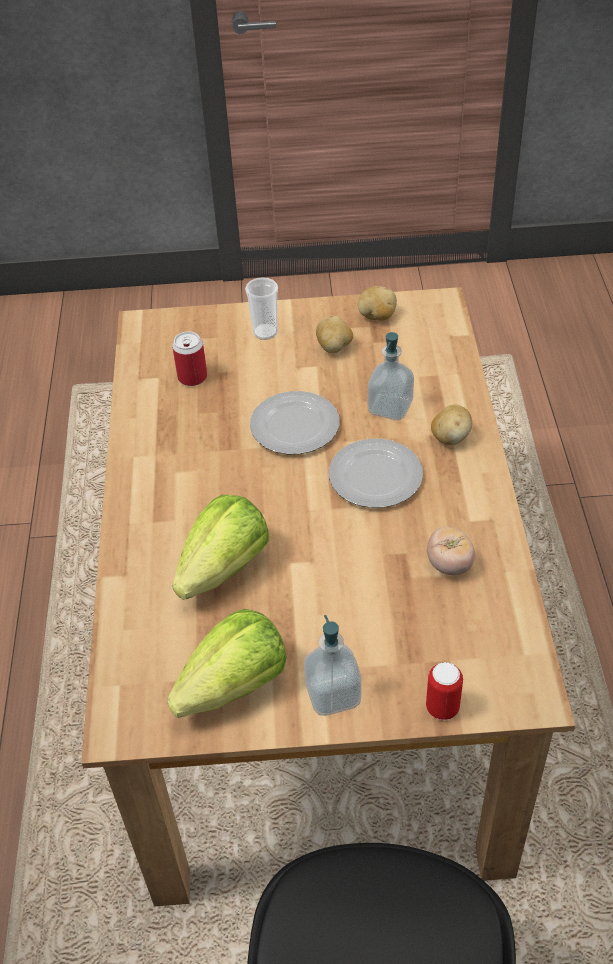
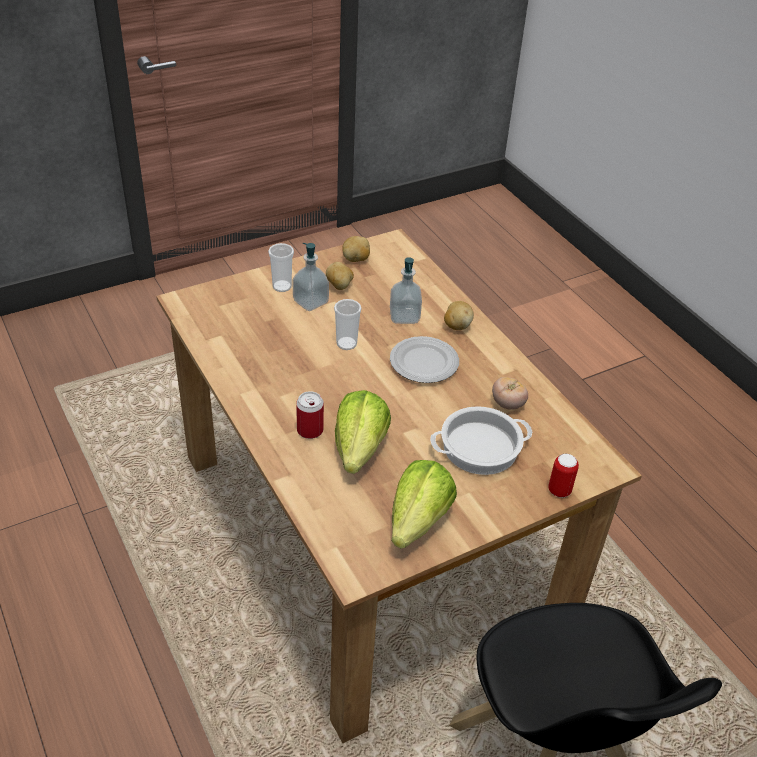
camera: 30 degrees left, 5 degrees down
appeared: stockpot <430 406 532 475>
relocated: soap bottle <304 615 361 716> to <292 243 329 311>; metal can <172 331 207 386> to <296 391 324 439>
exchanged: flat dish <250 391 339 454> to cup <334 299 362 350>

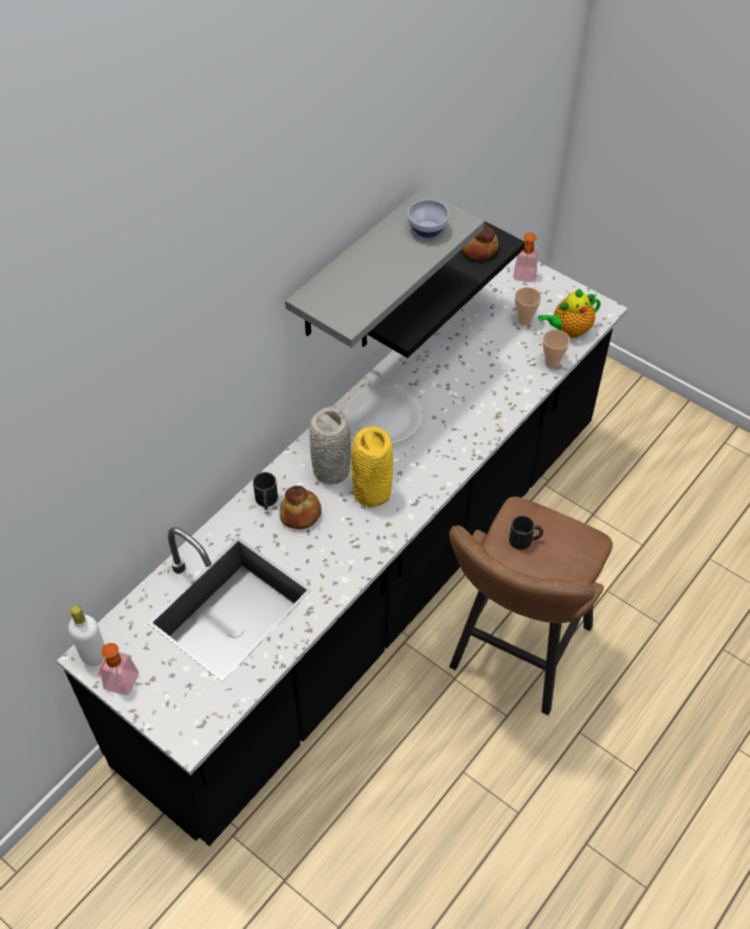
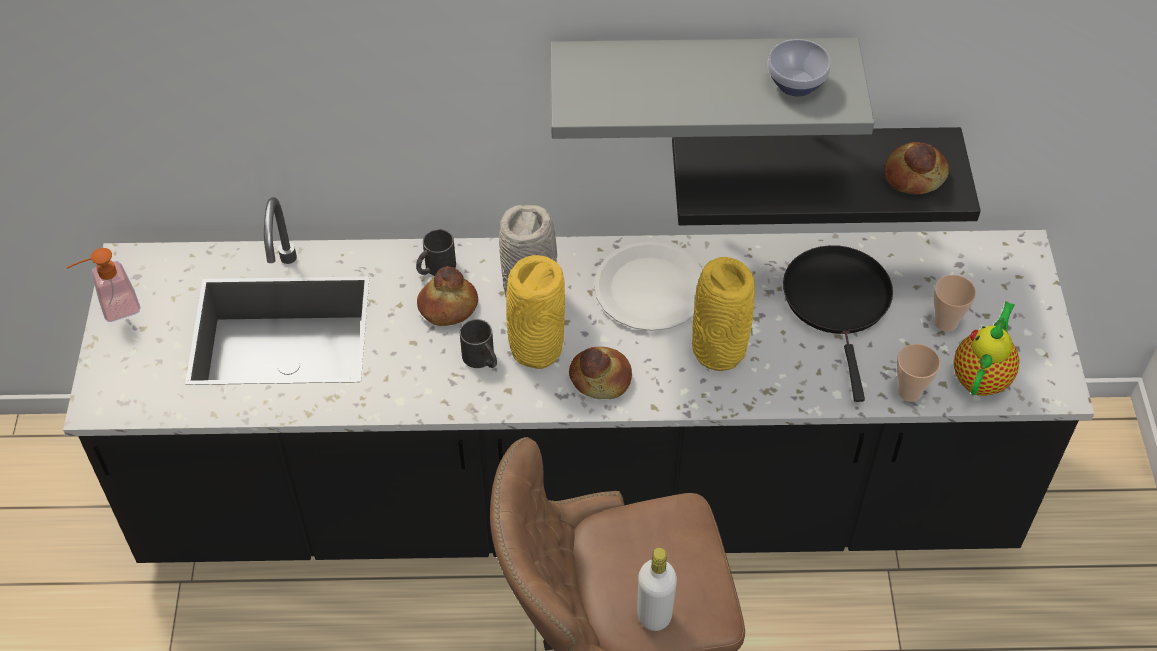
camera: 50 degrees right, 0 degrees up
missing: soap bottle <513 233 538 282>
appeared: baked bread <569 347 632 399>; vase (yellow-coloured) <692 257 755 371>; frying pan (blackish) <783 245 893 402>
relocated: tea mug (blackish) <509 515 543 550> to <460 319 497 368>; drink bottle (whitish) <68 605 105 666> to <637 547 677 631>
spun: tea pot <538 289 601 338> = <953 301 1020 396> 90 degrees clockwise

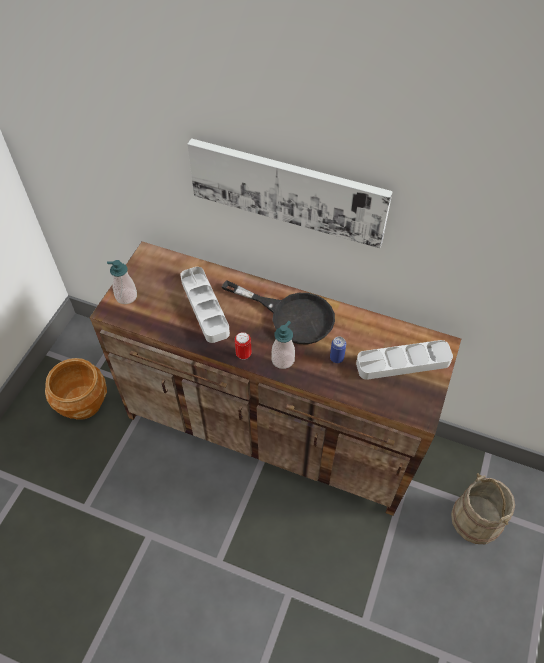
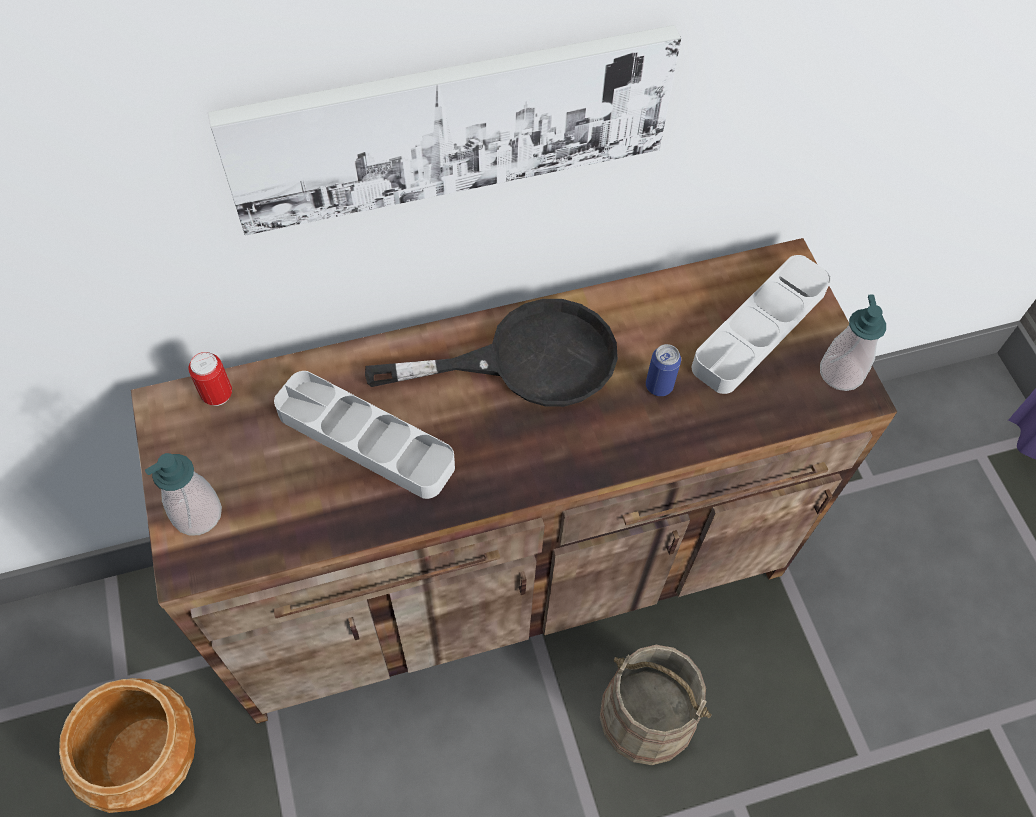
camera: 40 degrees left, 5 degrees up
relocated: metal can <235 332 252 360> to <188 352 232 406>; pail (sand-coloured) <451 473 515 544> to <600 645 712 765>; soap bottle <271 321 295 369> to <820 294 886 391>

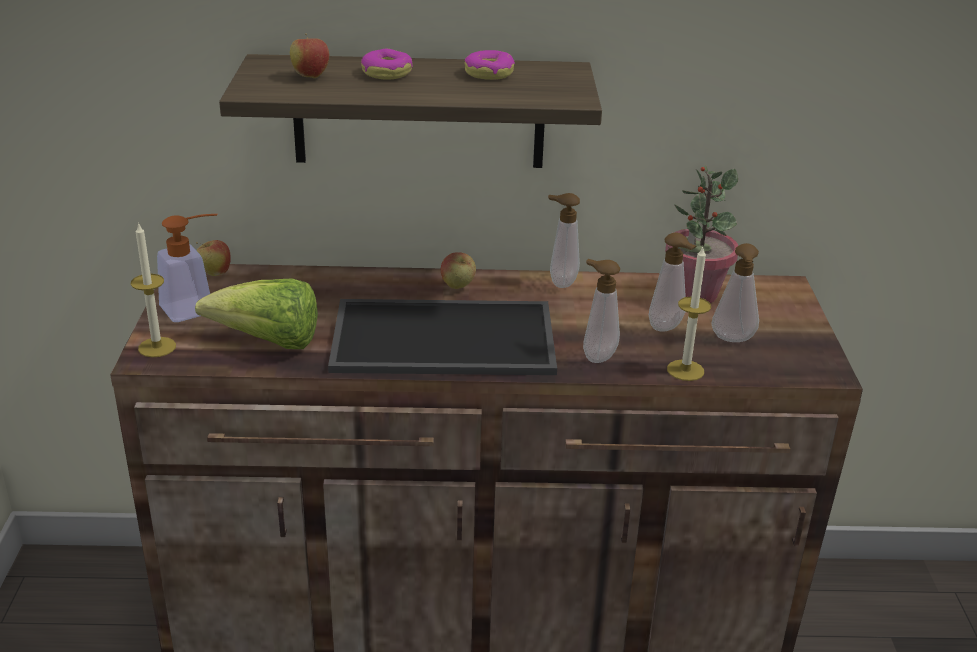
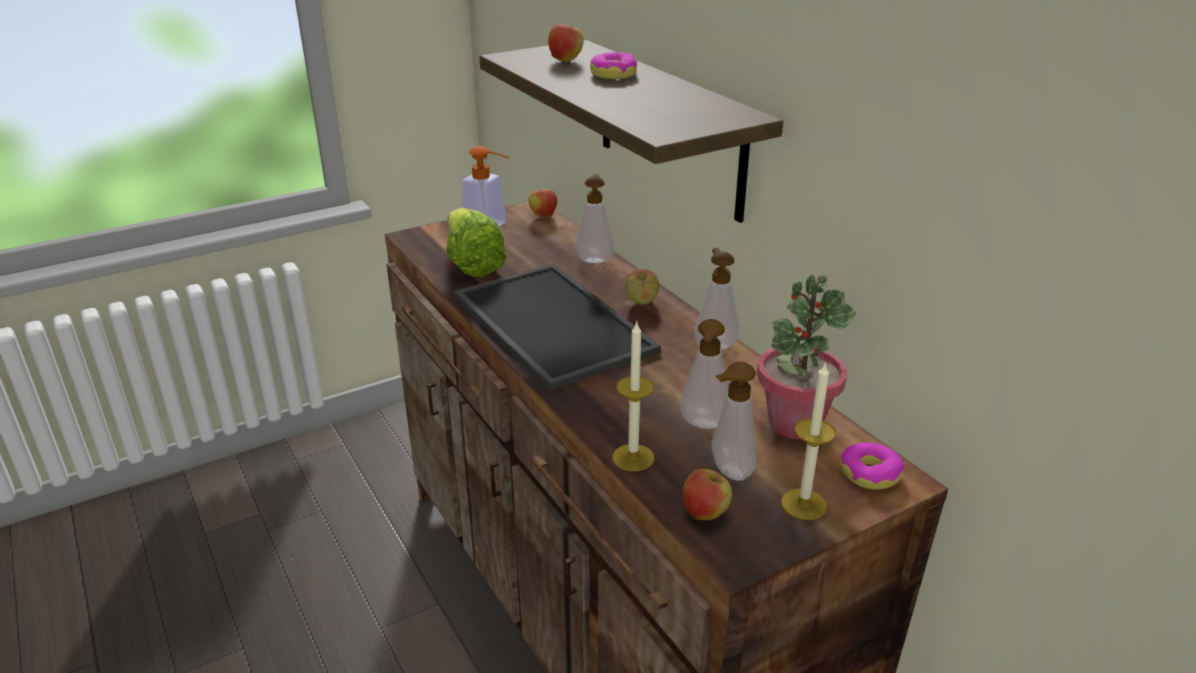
camera: 60 degrees right, 0 degrees up
appeared: whole apple <683 469 732 520>
relocated: soap bottle <583 259 620 363> to <575 174 614 263>; wax light <131 222 176 357> to <781 361 836 520>; donut <465 50 515 80> to <840 443 904 490>

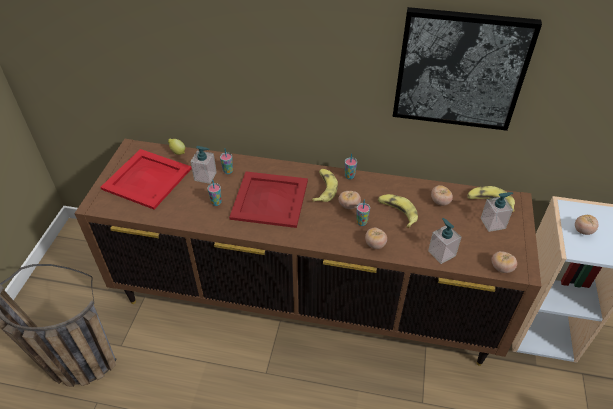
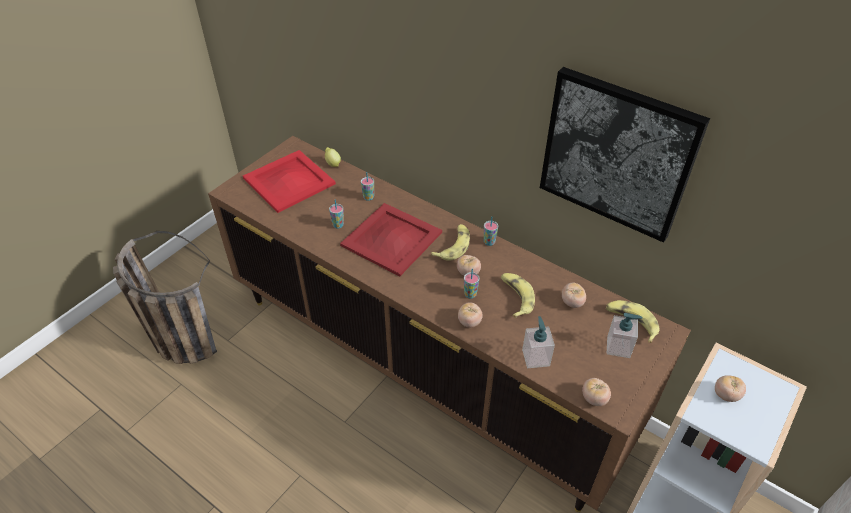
camera: 25 degrees right, 0 degrees up
missing: soap bottle <190 146 217 184>

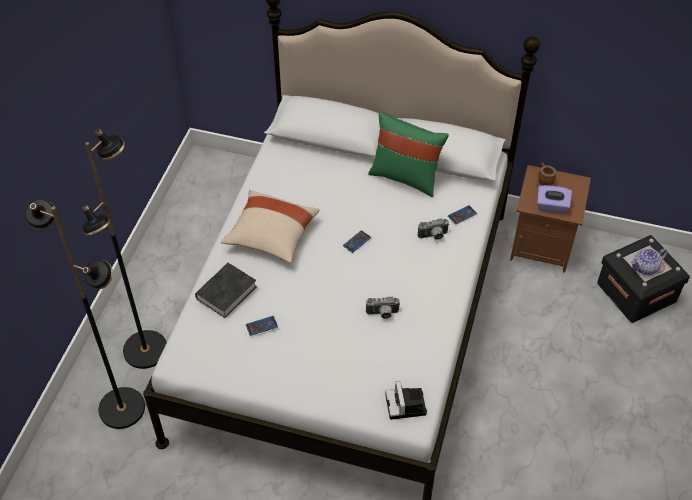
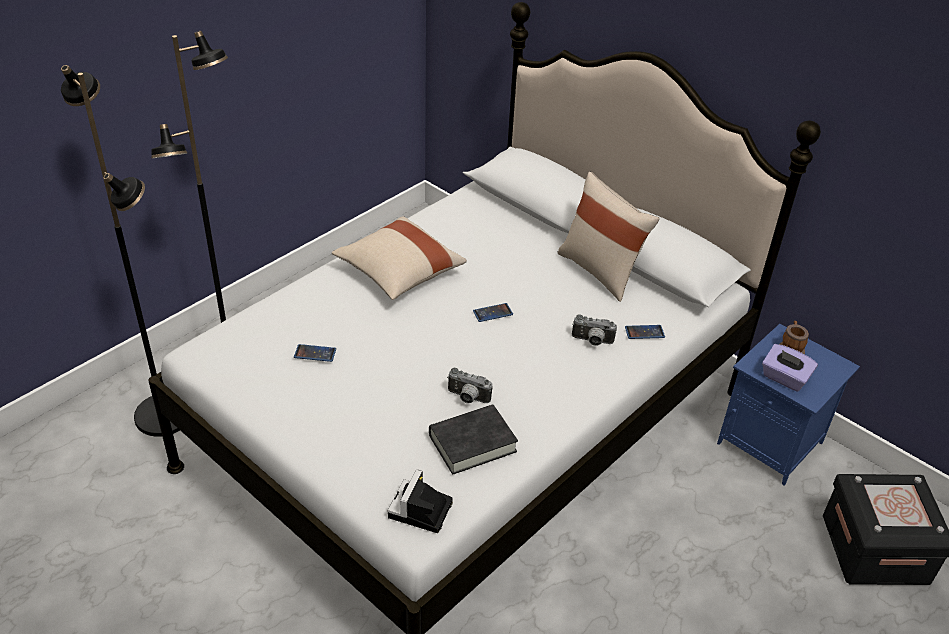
camera: 25 degrees right, 10 degrees down
missing: tea pot <631 248 668 275>
relocated: book (blackish) <195 263 257 318> to <429 405 518 475>
colour: throw pillow (green) <368 111 449 197> to throw pillow (sand-coloured) <557 172 660 302>; night table (brown) <510 165 591 273> to night table (bluish) <717 324 860 486>

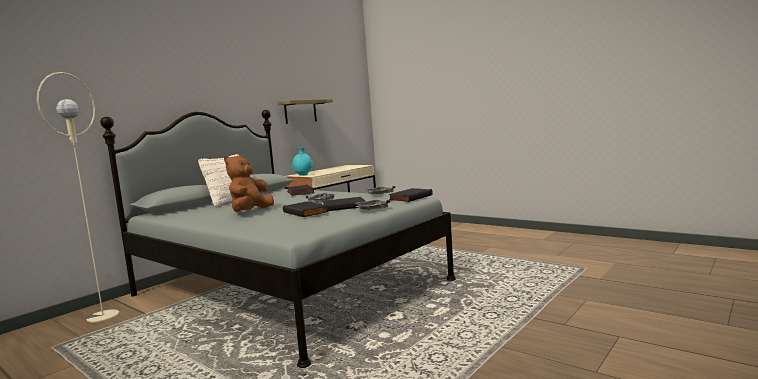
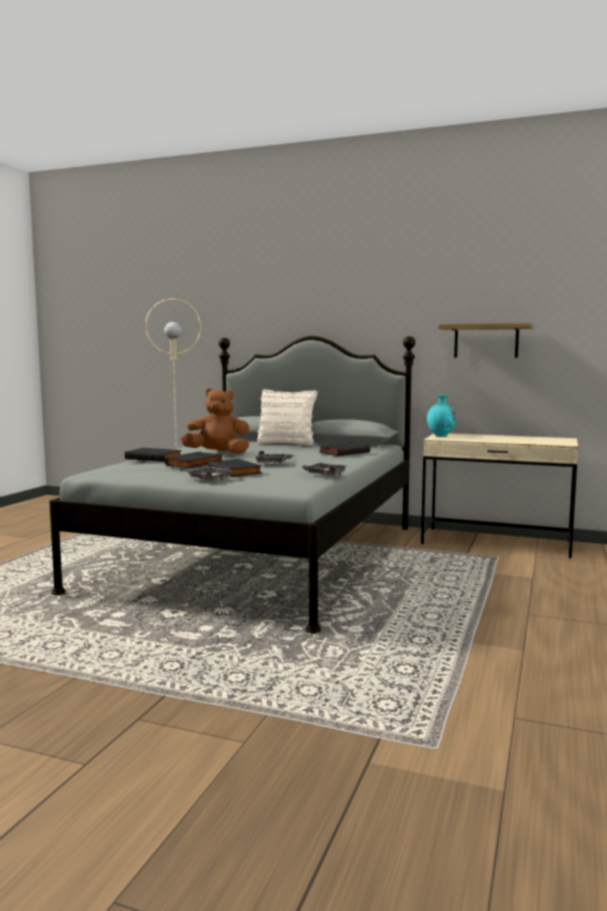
camera: 70 degrees right, 0 degrees up
relocated: book (blackish) <389 188 433 202> to <125 448 182 462>

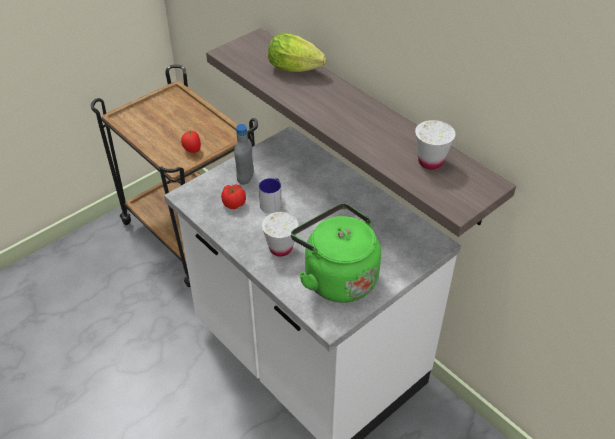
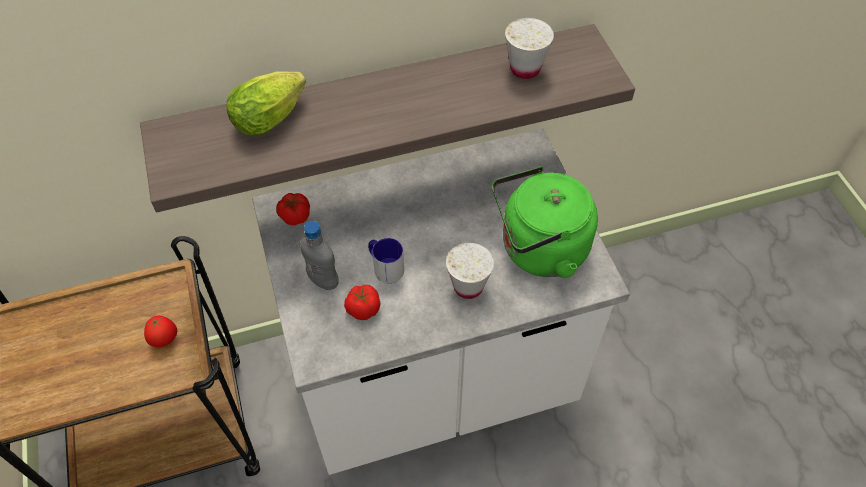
camera: 65 degrees left, 10 degrees up
appeared: fresh tomato <276 193 310 225>

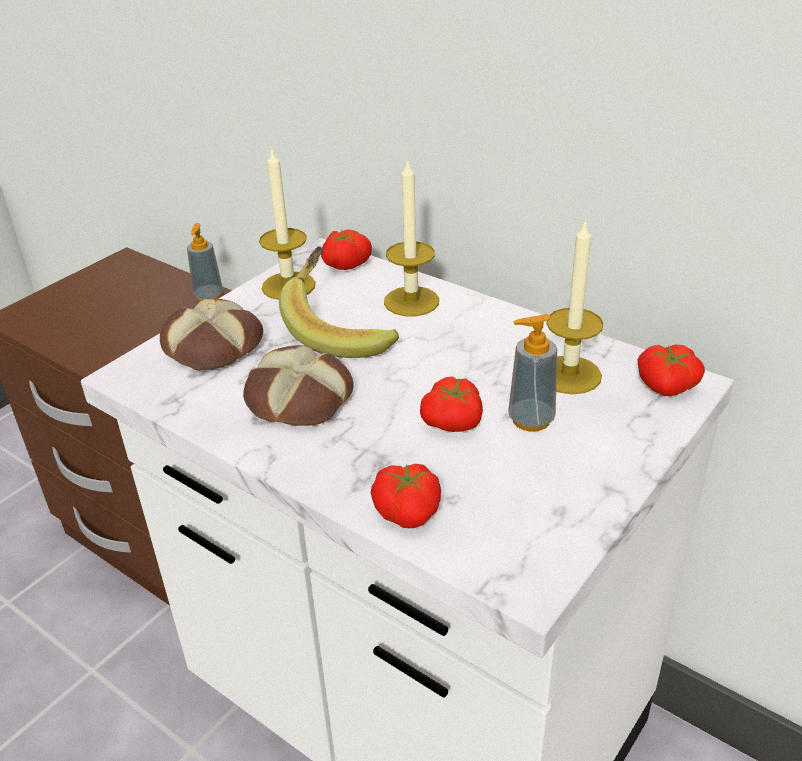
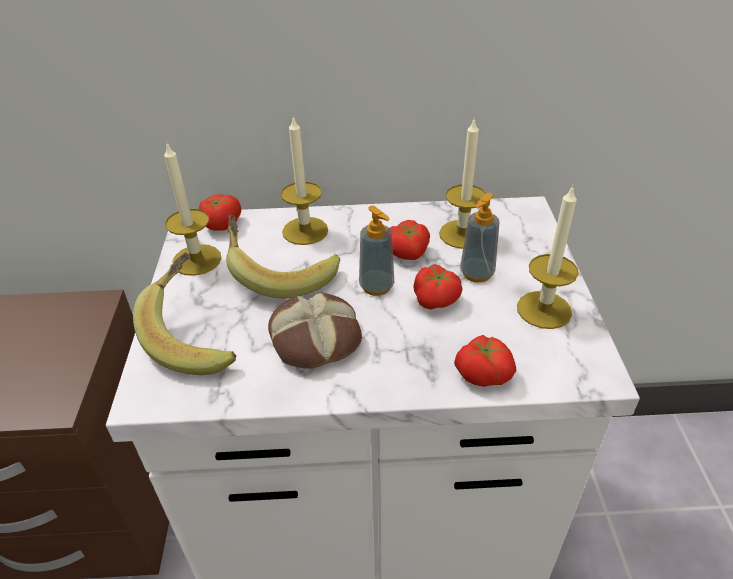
camera: 40 degrees left, 5 degrees up
appeared: wax light <517 185 579 329>
relocated: soap bottle <187 223 223 301> to <359 205 394 296>; fresh tomato <638 345 705 396> to <390 220 430 260>
exchanged: baked bread <160 298 263 371> to whole banana <133 253 236 375>

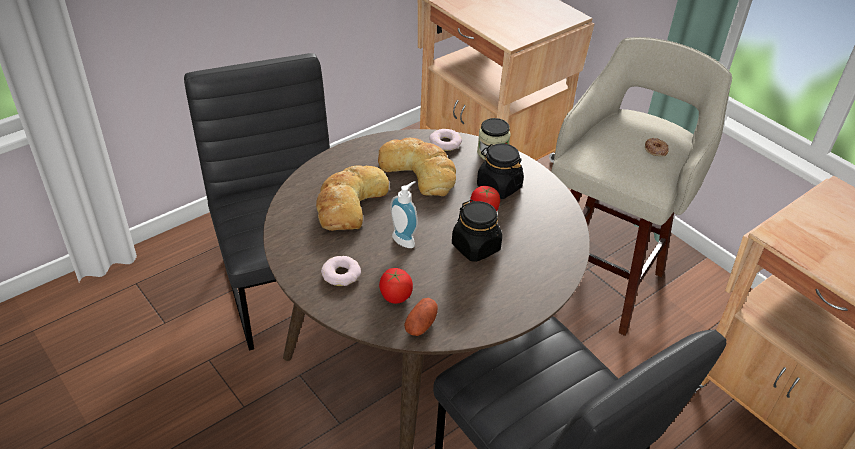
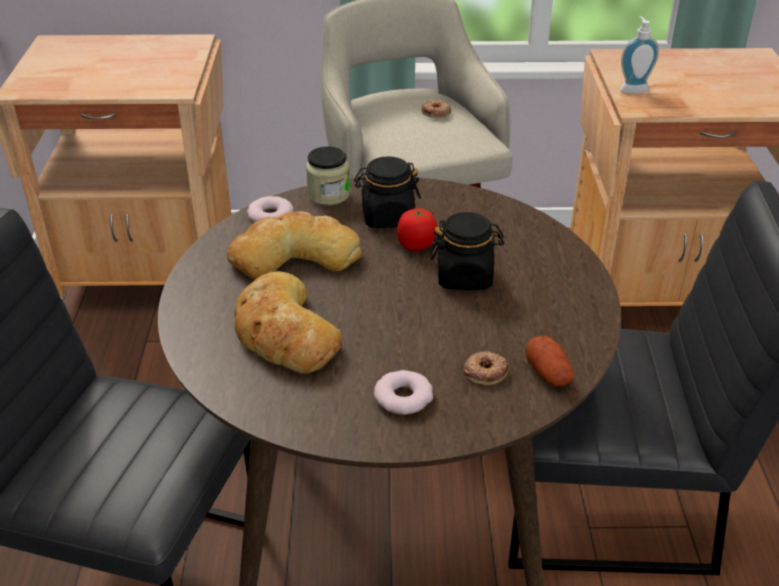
camera: 50 degrees left, 5 degrees down
relocated: soap bottle <390 181 418 248> to <620 16 659 94>
exchanged: fresh tomato <379 268 413 304> to donut <463 351 508 385>

